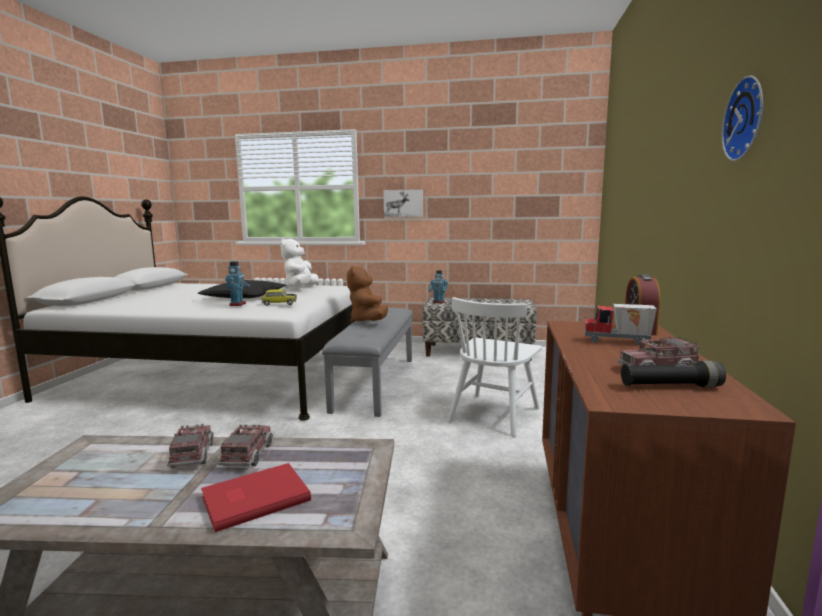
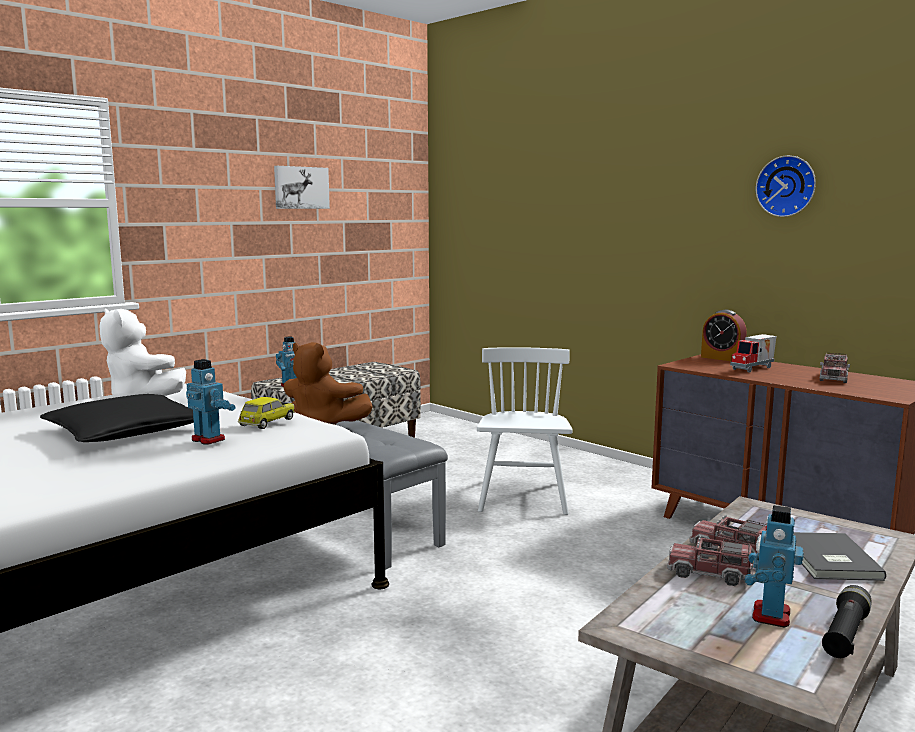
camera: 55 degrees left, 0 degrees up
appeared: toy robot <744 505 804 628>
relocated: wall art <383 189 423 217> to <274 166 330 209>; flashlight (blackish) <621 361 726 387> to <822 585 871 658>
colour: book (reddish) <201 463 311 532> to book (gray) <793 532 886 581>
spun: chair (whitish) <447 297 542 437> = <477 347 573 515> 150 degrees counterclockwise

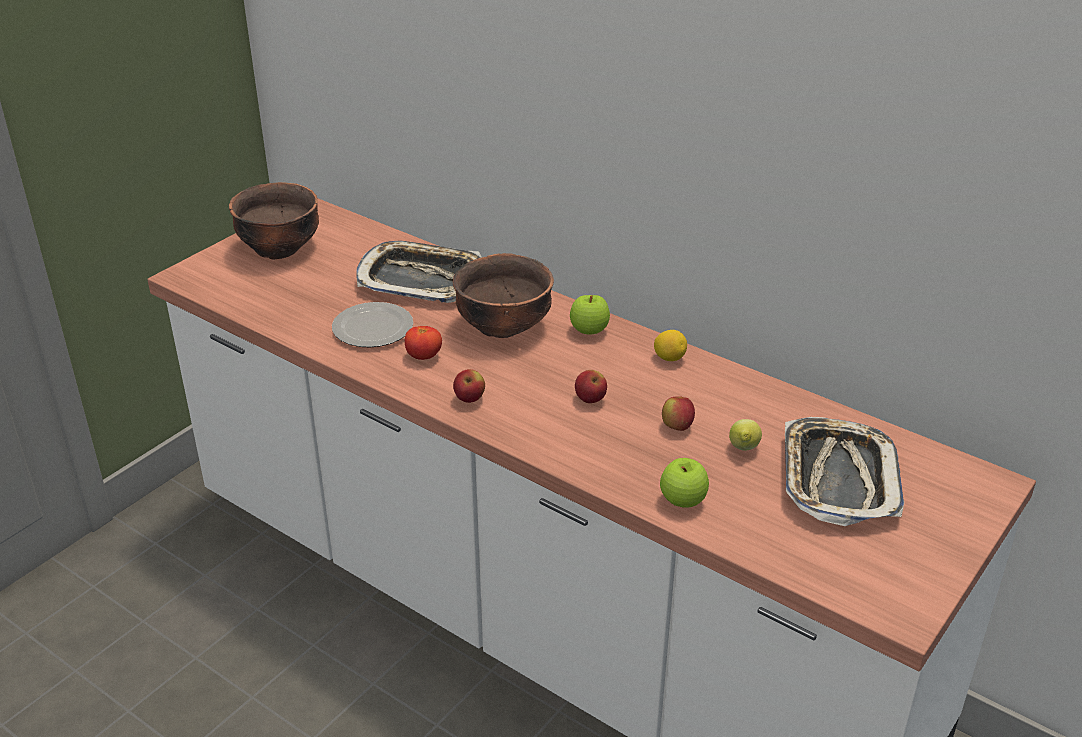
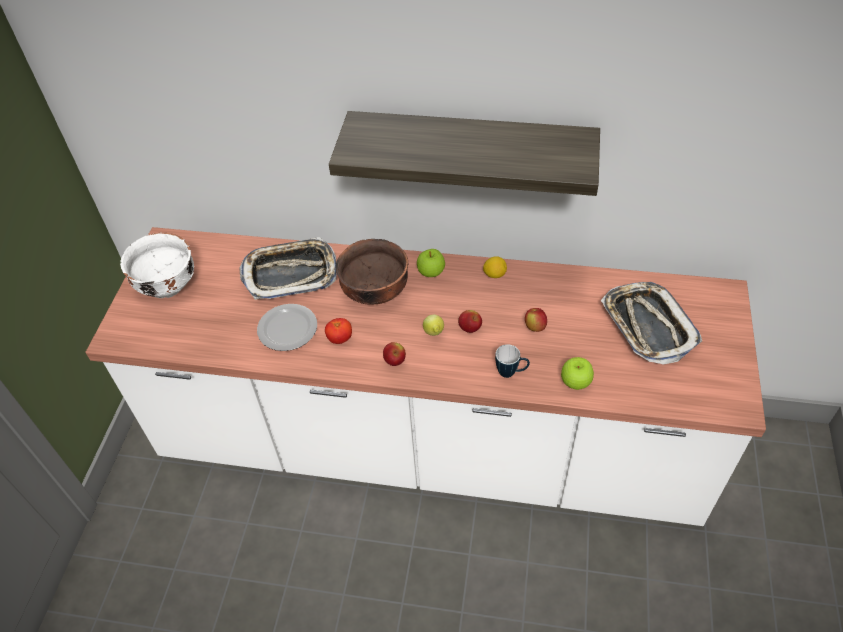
camera: 25 degrees left, 15 degrees up
appeared: shelf <329 111 600 196>; tea mug <495 344 530 378>
relocated: citrus fruit <729 419 762 451> to <423 314 444 336>
colour: bowl (brown) <229 182 319 260> to bowl (whitish) <120 233 194 298>

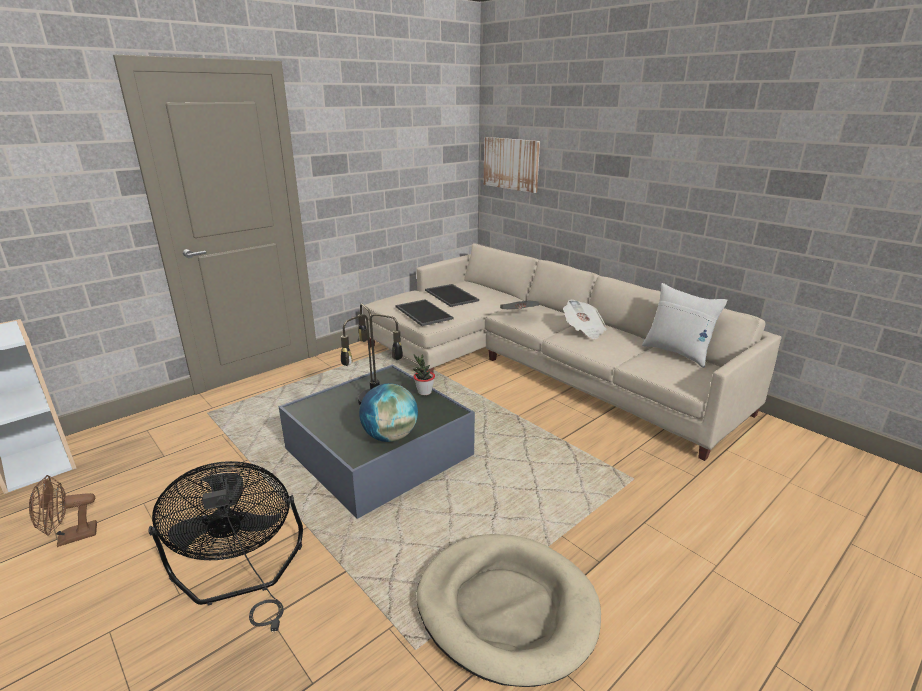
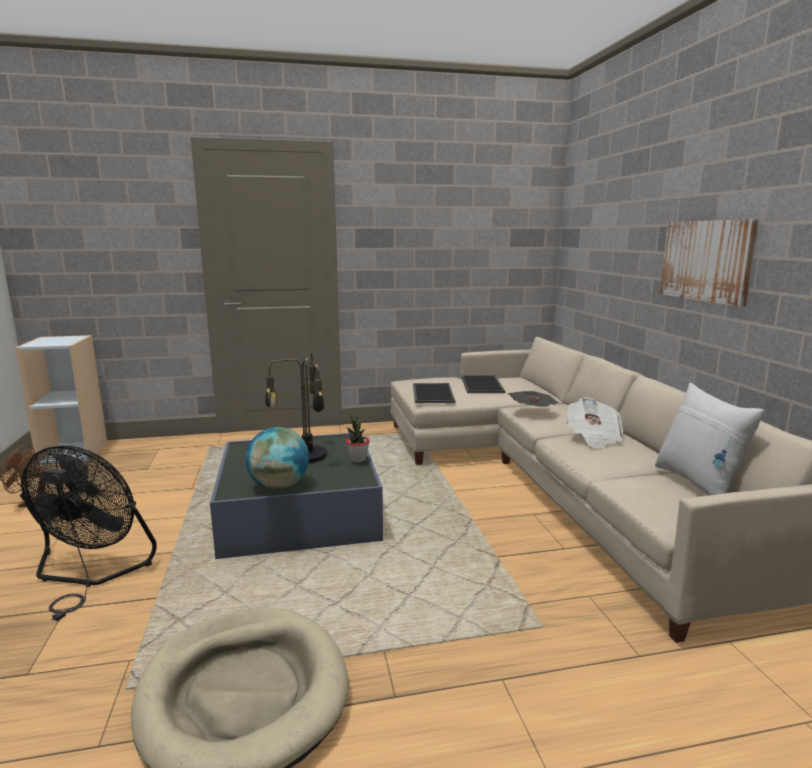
camera: 30 degrees right, 10 degrees down
relocated: wall art <483 137 540 193> to <660 219 759 307>

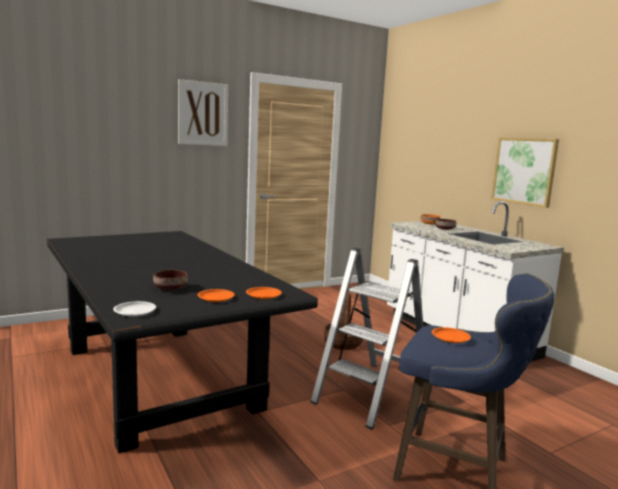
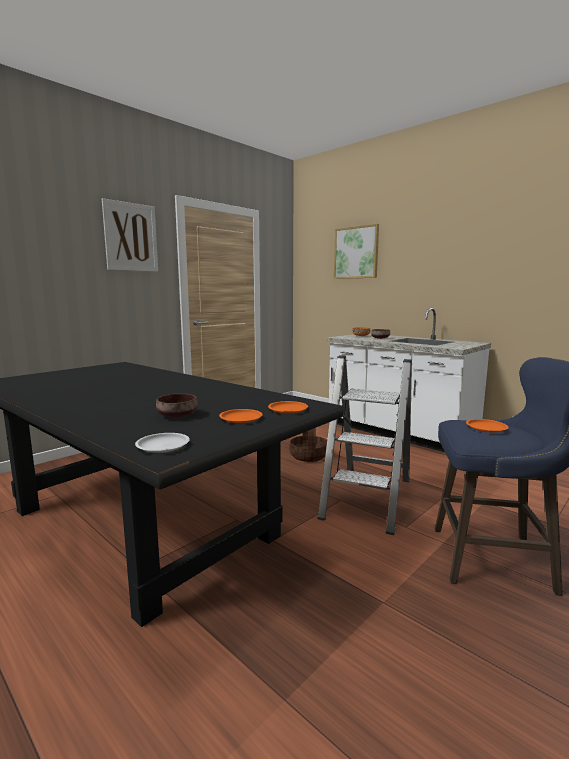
camera: 15 degrees left, 0 degrees up
relocated: wall art <491 138 559 208> to <334 224 379 279>

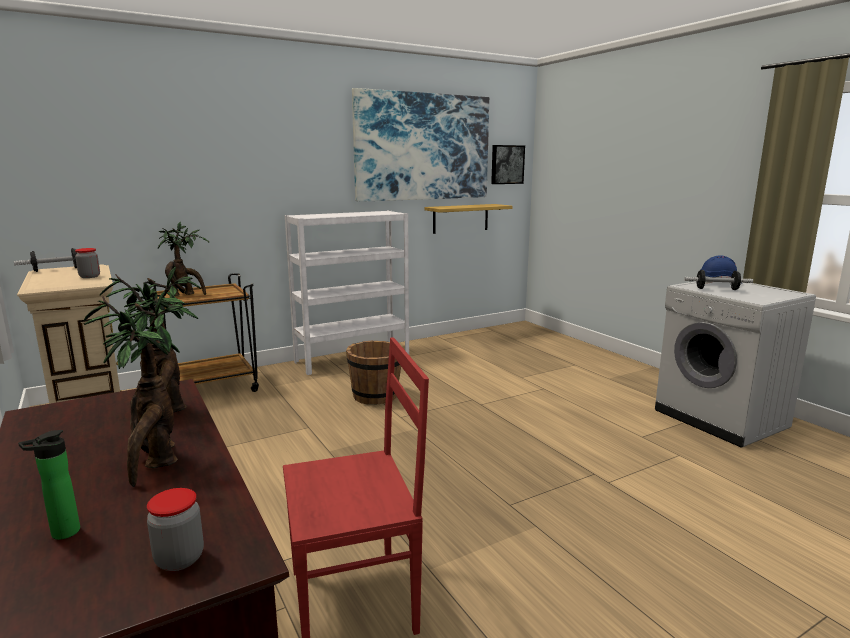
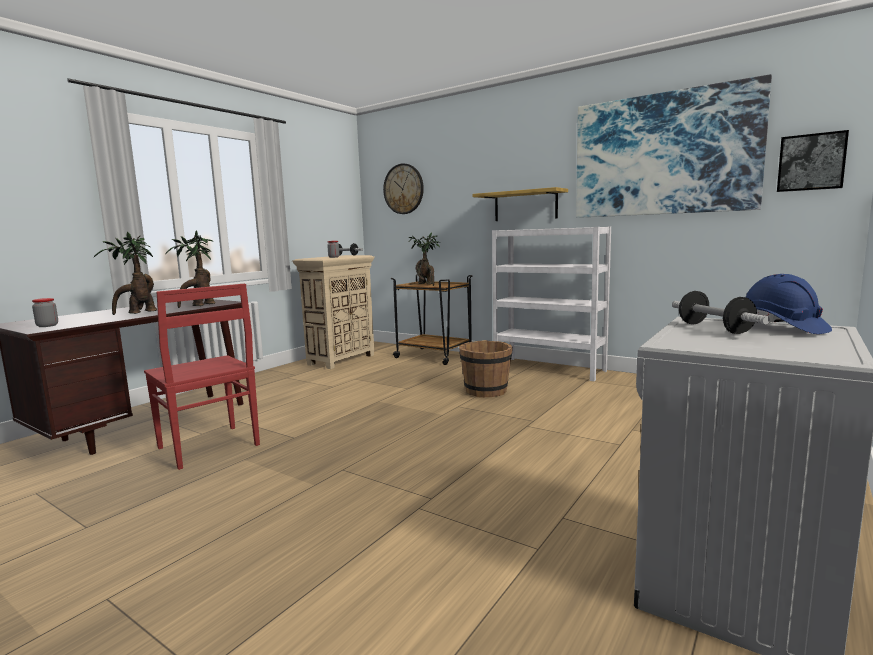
camera: 65 degrees right, 5 degrees down
missing: drink bottle <18 430 80 540>
appeared: wall clock <383 163 424 214>
relocated: shelf <424 204 513 234> to <473 187 568 221>

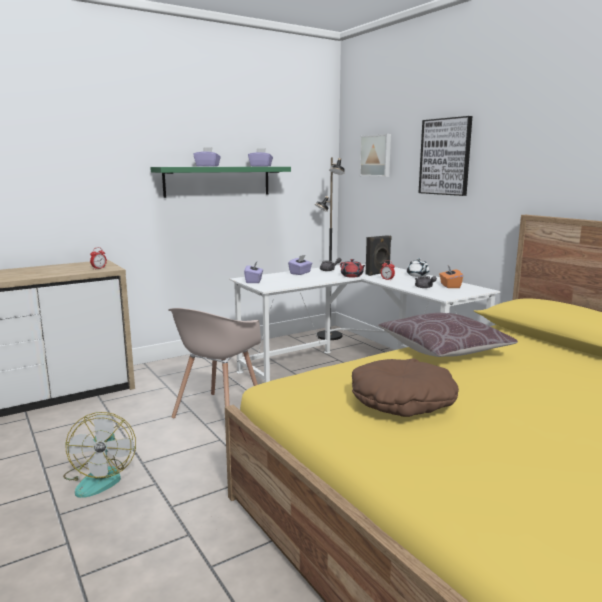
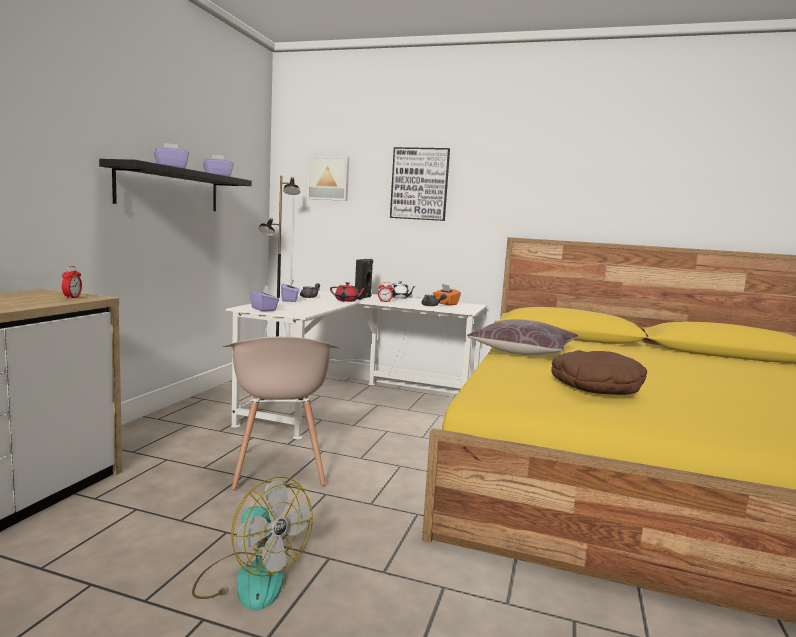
camera: 40 degrees left, 5 degrees down
colour: shelf (green) <150 167 291 198> to shelf (blackish) <99 159 252 211>

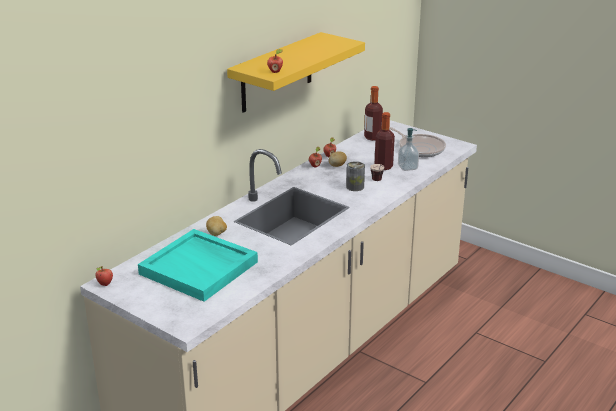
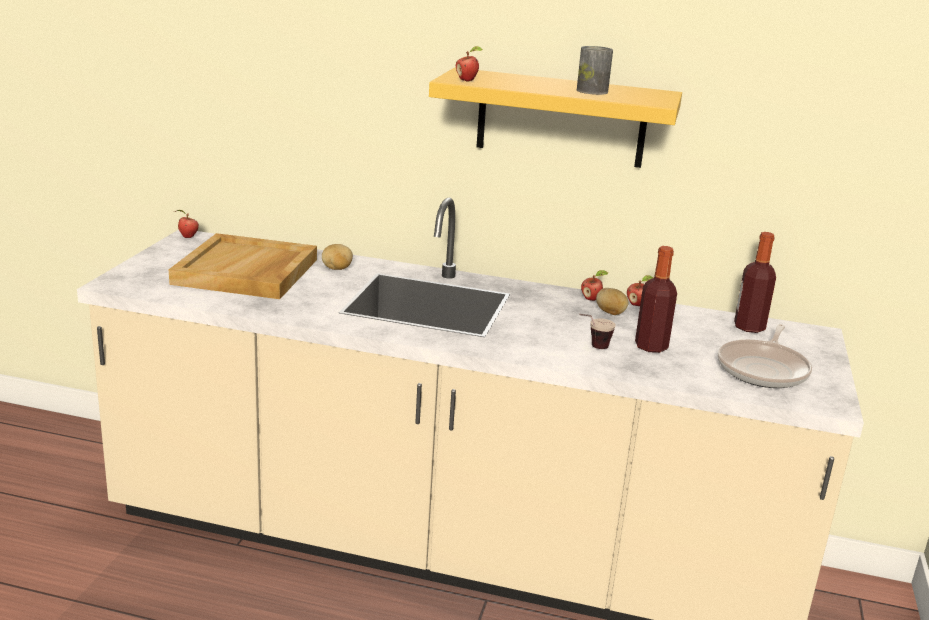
camera: 65 degrees right, 5 degrees down
missing: soap bottle <398 128 419 171>
relocated: metal can <346 161 365 191> to <577 46 613 95>
colour: serving tray (blue-green) <138 229 258 302> to serving tray (sand-coloured) <169 233 317 299>

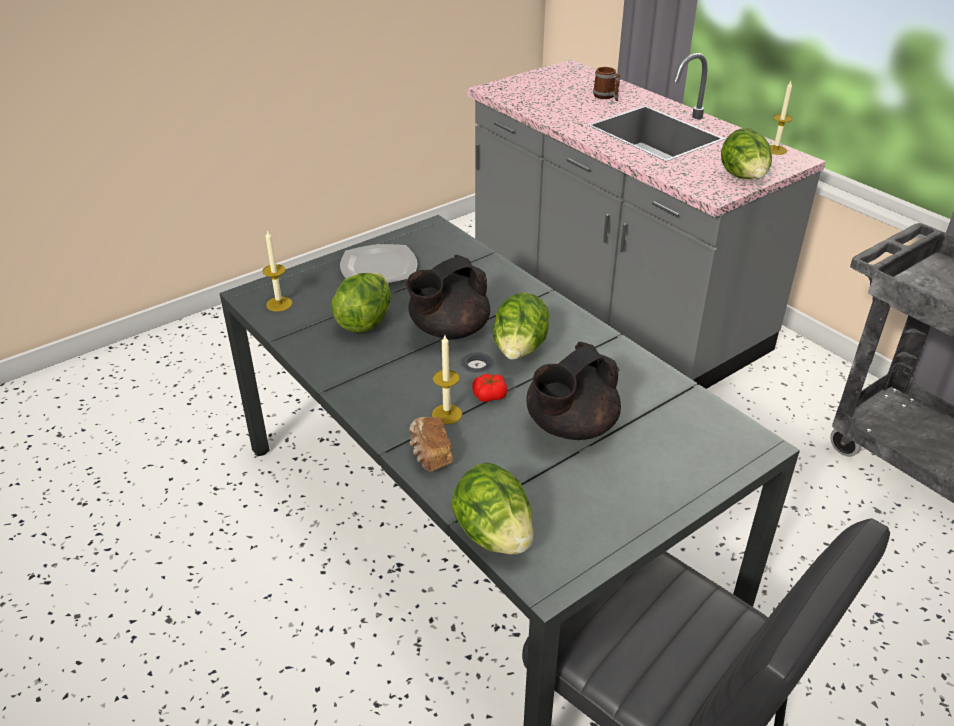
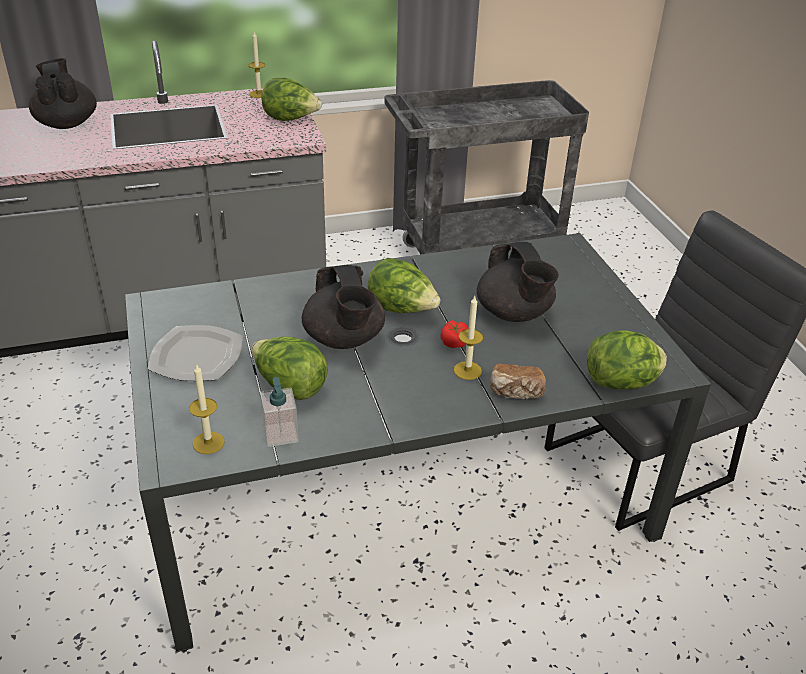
camera: 70 degrees left, 0 degrees up
appeared: soap bottle <260 377 299 447>
exchanged: tea mug <593 67 620 101> to tea pot (blackish) <29 58 97 129>

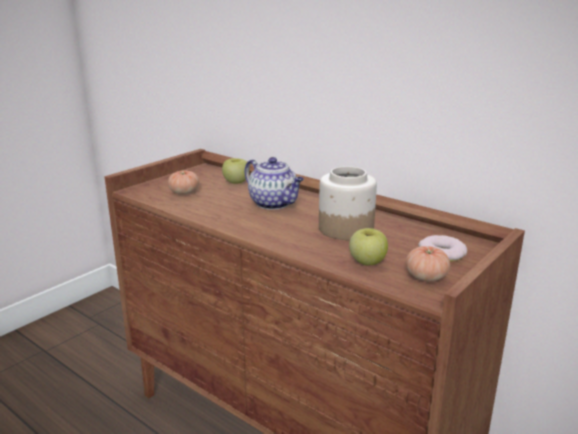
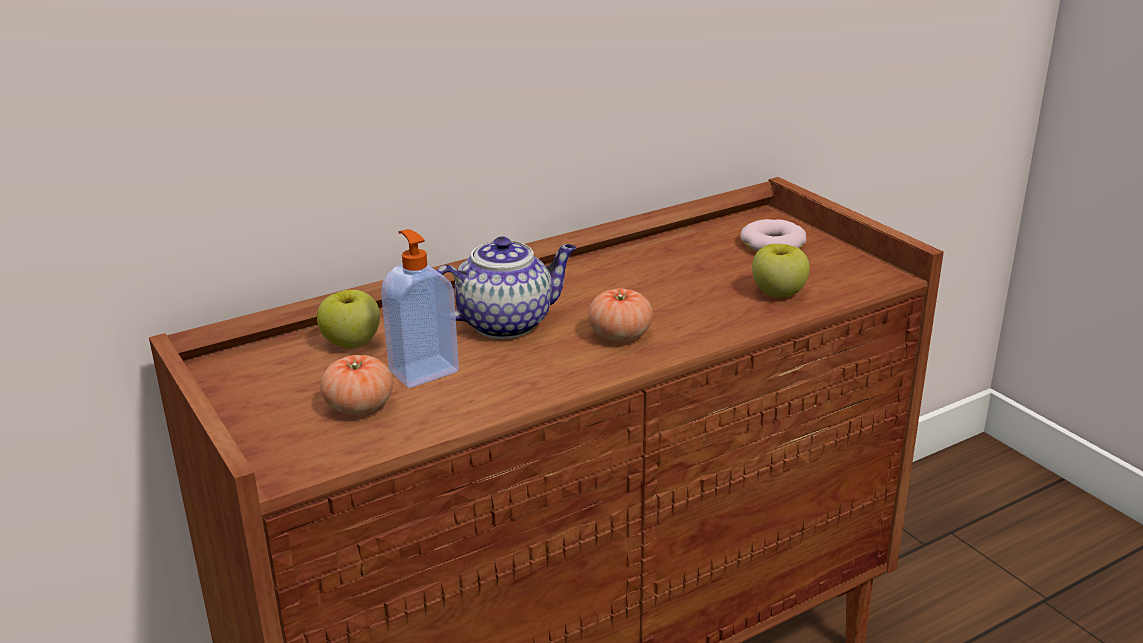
camera: 70 degrees left, 5 degrees up
missing: jar <319 166 377 240>
appeared: soap bottle <381 229 459 388>
relocated: fresh tomato <406 246 450 282> to <588 289 653 341>

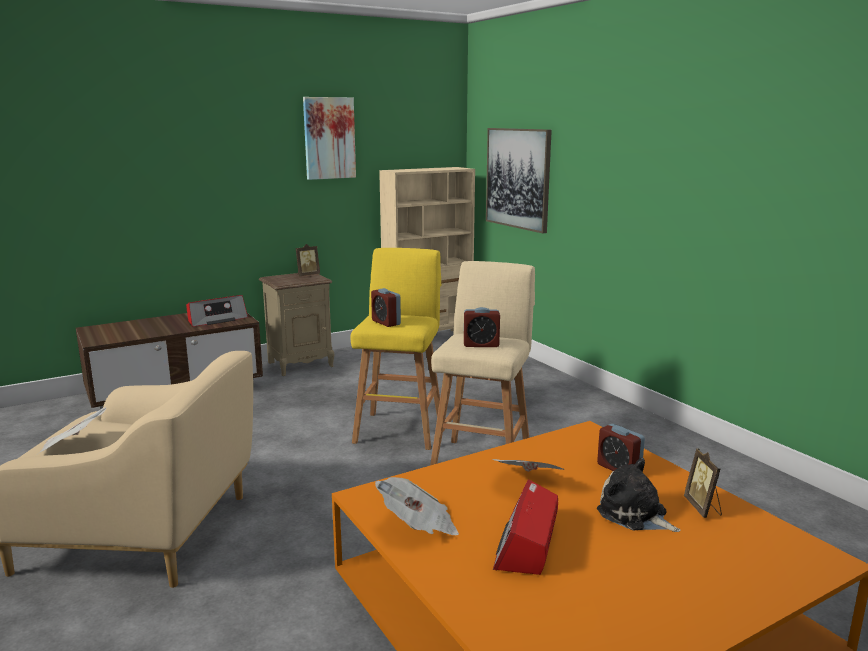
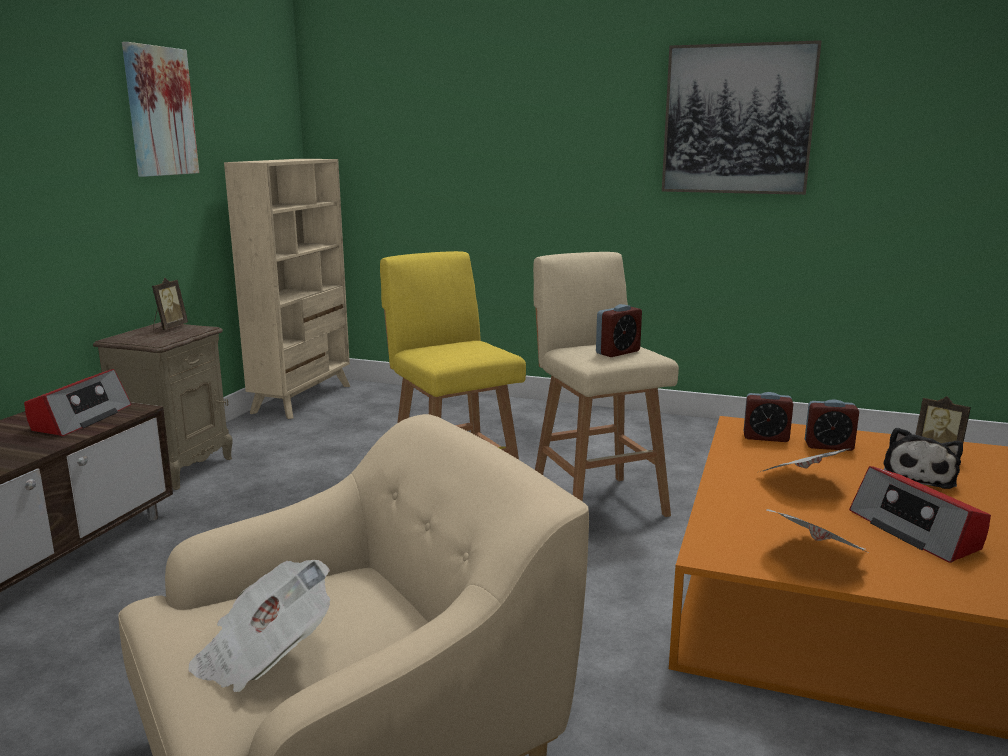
camera: 40 degrees left, 0 degrees up
relocated: wall art <486 128 552 233> to <662 40 821 195>; table clock <371 288 401 327> to <744 392 793 442>
spun: plush toy <597 458 681 532> = <884 427 963 489> 75 degrees counterclockwise

